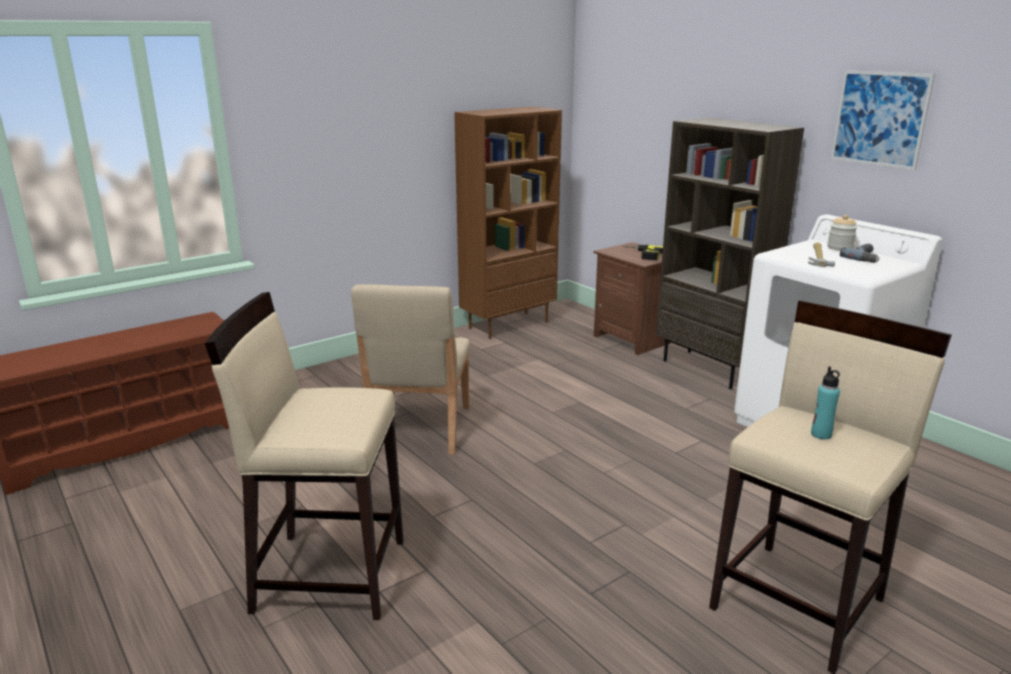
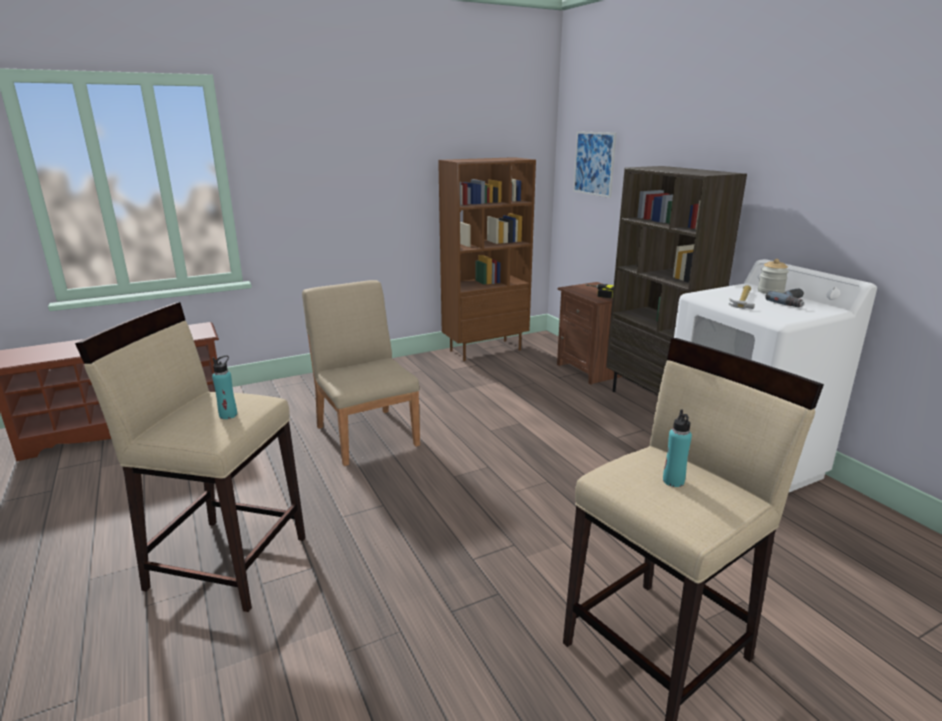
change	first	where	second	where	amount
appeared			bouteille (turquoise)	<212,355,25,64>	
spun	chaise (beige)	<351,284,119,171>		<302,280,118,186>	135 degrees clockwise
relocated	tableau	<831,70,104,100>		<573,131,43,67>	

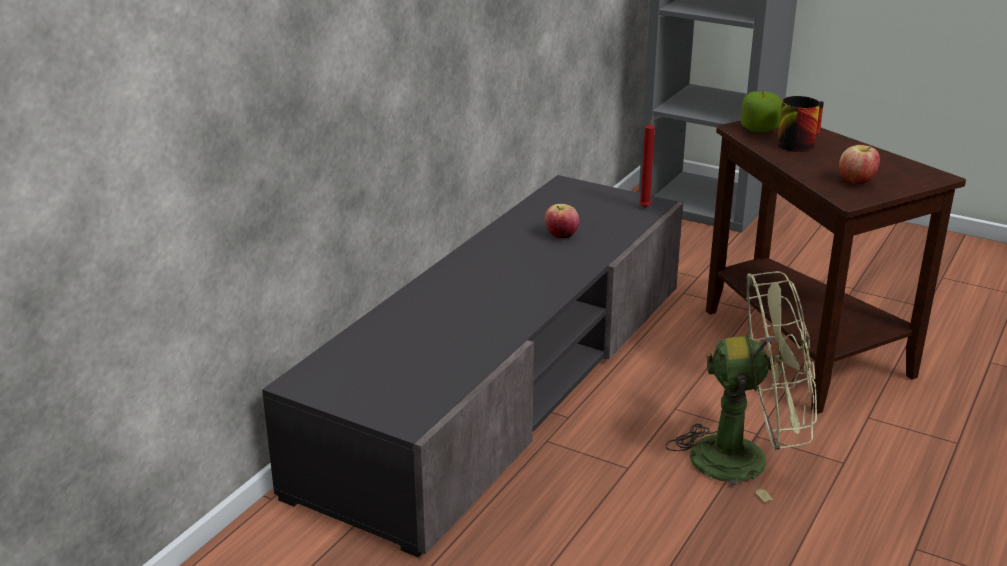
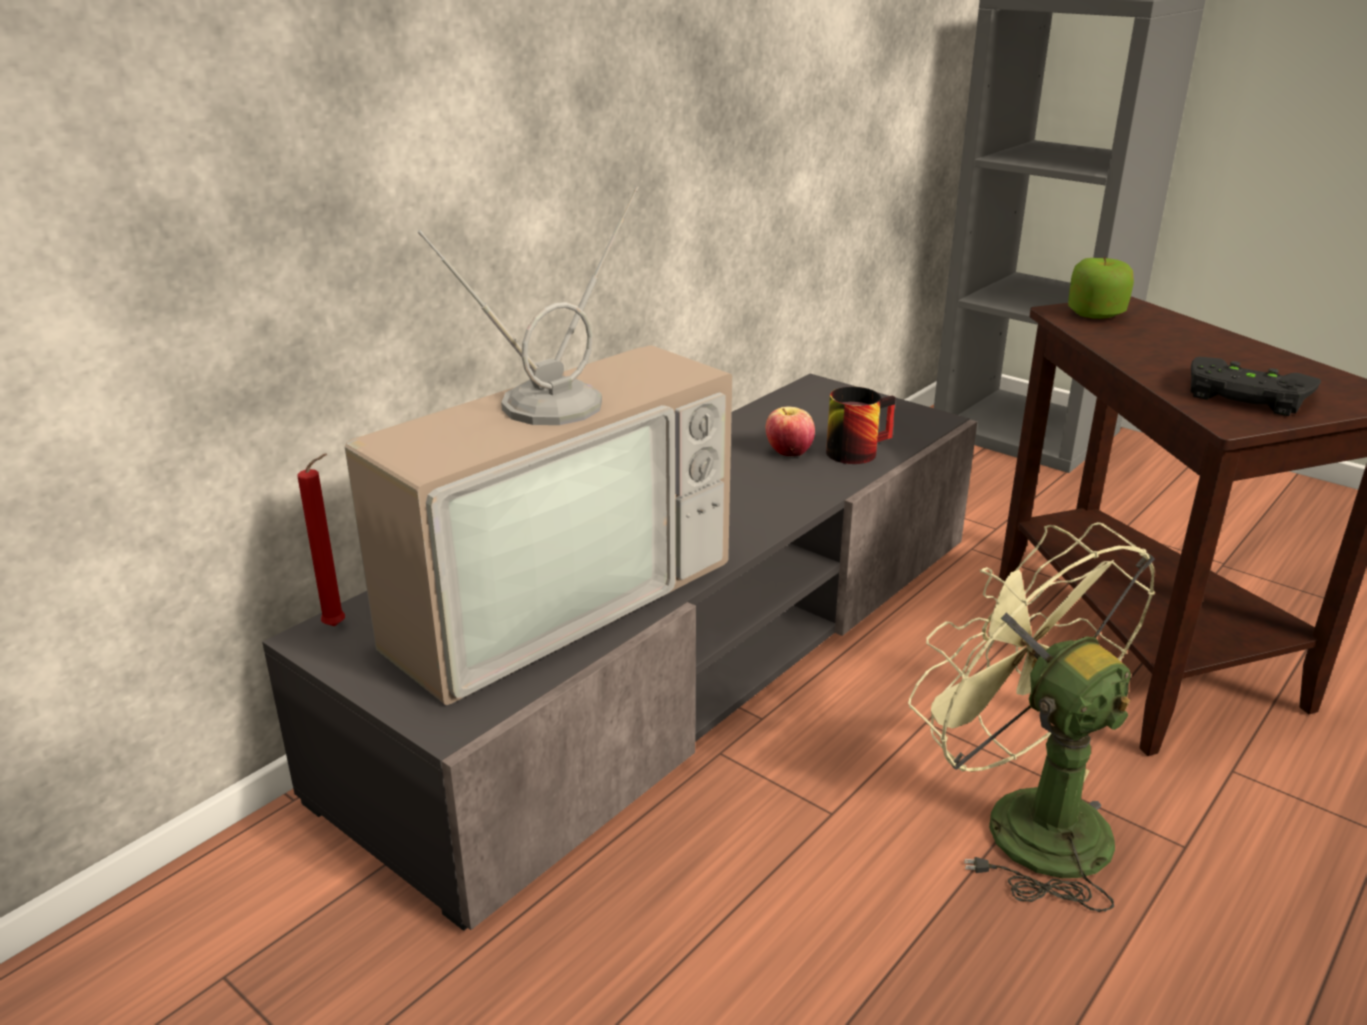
change	first	where	second	where	amount
relocated	bougie (rouge)	<639,116,21,92>		<297,453,48,173>	
appeared			téléviseur	<345,186,387,519>	
relocated	mug	<777,96,47,56>		<826,387,70,77>	
spun	ventilateur (vert)	<666,271,151,231>		<908,522,247,390>	135 degrees counterclockwise
exchanged	pomme	<839,145,41,39>	manette (noir)	<1191,357,130,59>	

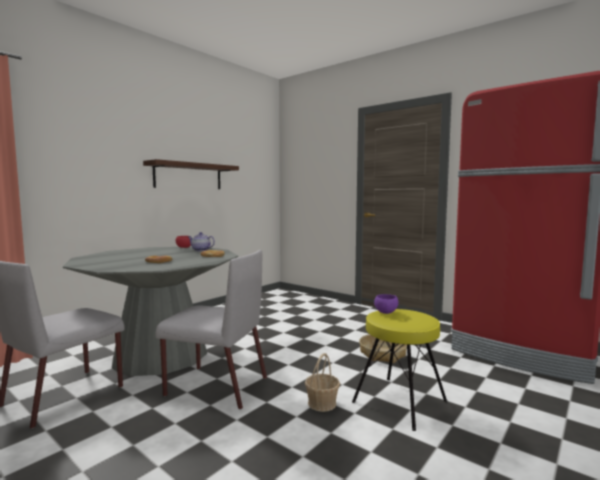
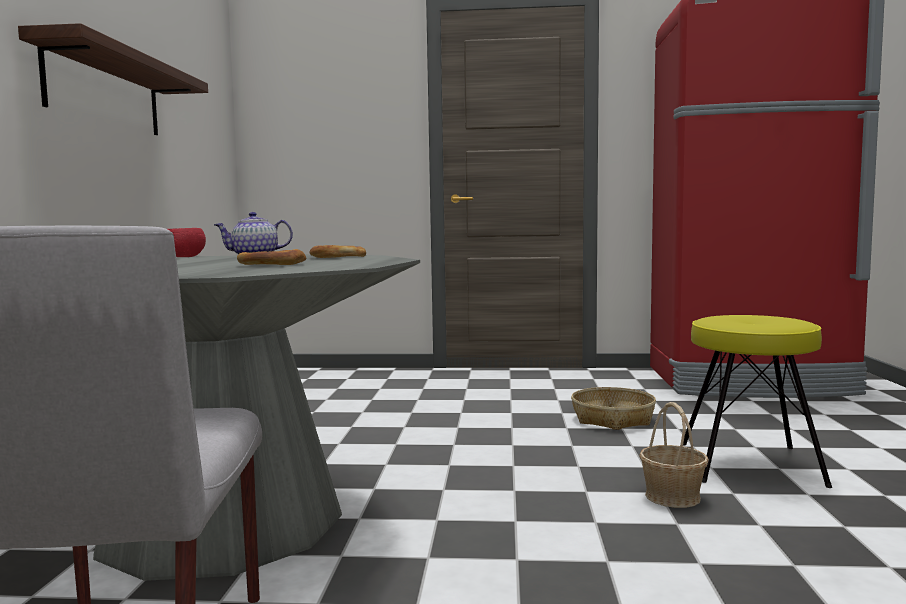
change	first	where	second	where	amount
missing	chaise (gris)	<155,250,112,159>			
missing	bol (violet)	<374,294,25,20>			

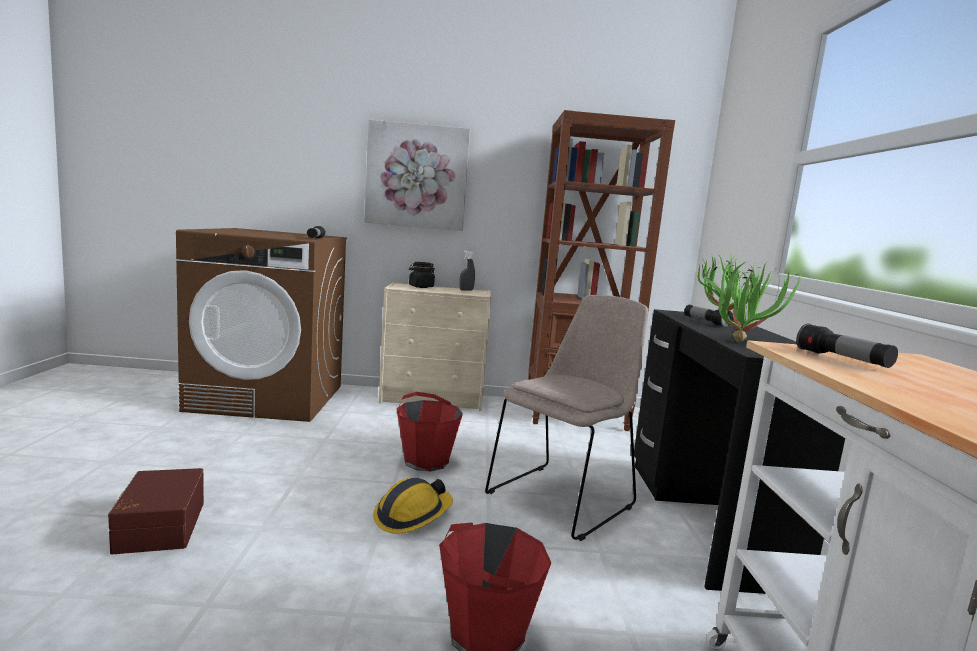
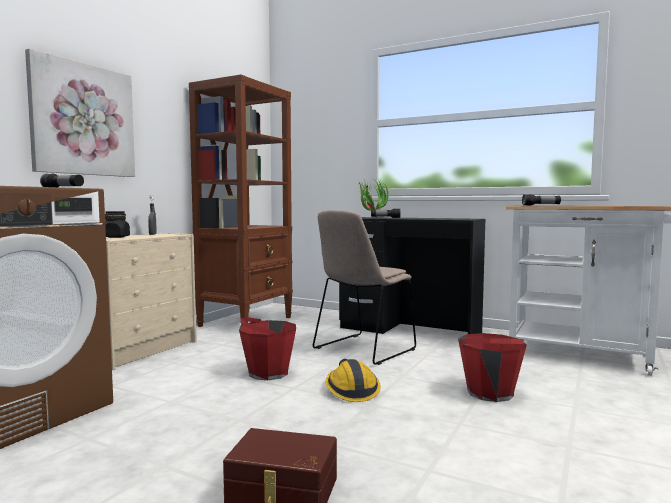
change	first	where	second	where	amount
spun	chaise (beige)	<485,295,163,246>		<313,210,103,155>	120 degrees counterclockwise
missing	plante en pot	<719,254,83,88>			

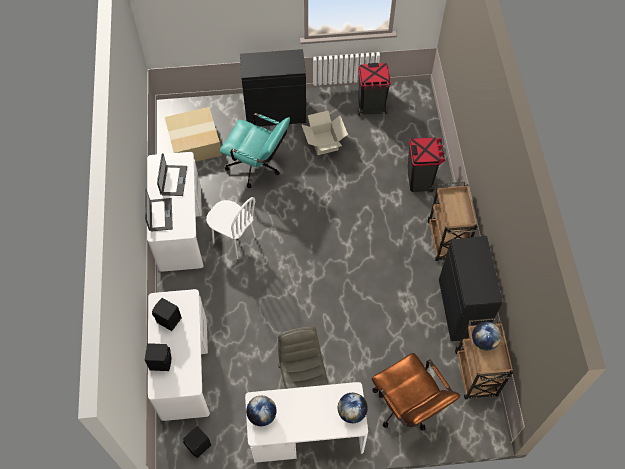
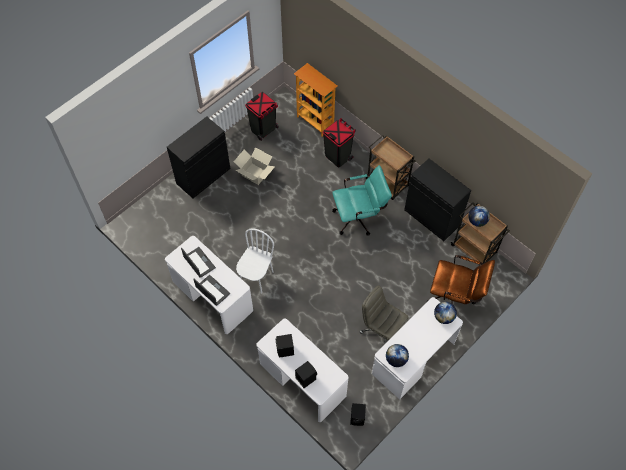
change	first	where	second	where	amount
spun	chaise (blanc)	<206,197,50,62>		<236,228,38,65>	60 degrees counterclockwise
appeared			bibliothèque	<294,63,43,74>	
relocated	chaise de bureau (turquoise)	<220,113,70,75>		<332,165,60,71>	
missing	carton	<165,107,57,55>			

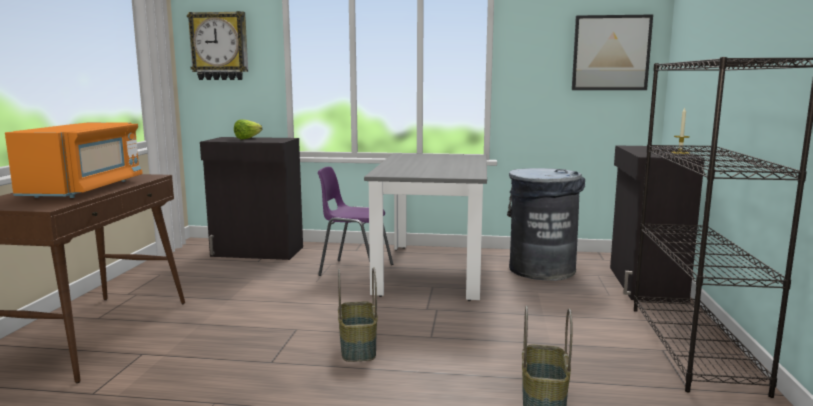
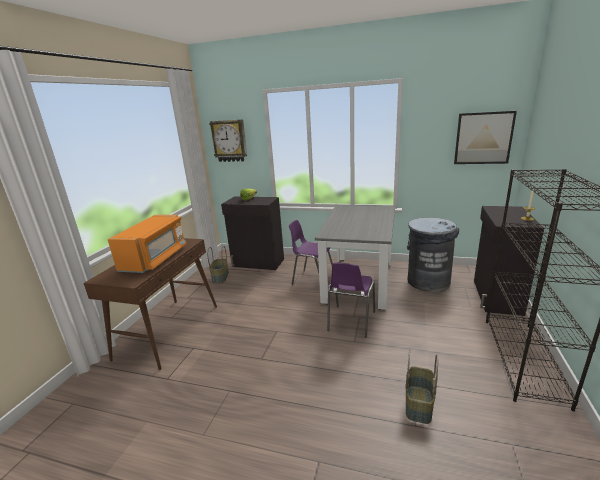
change	first	where	second	where	amount
relocated	panier	<338,267,40,95>		<207,246,22,37>	
appeared			chaise (violet)	<327,263,48,75>	

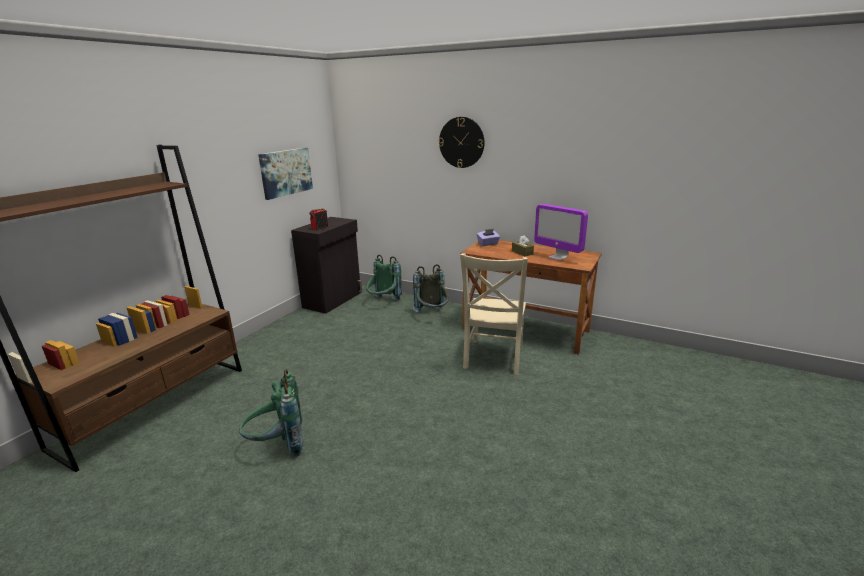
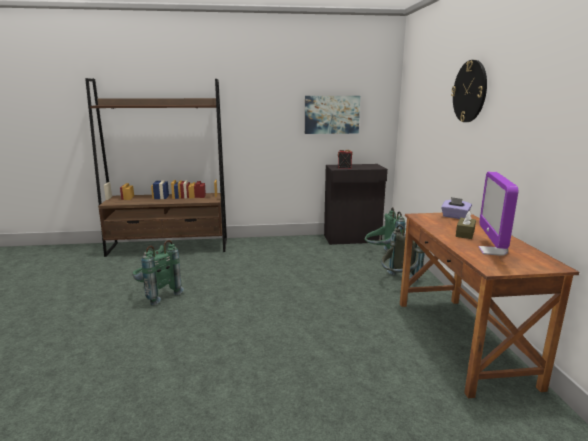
change	first	where	second	where	amount
missing	chaise (beige)	<460,253,68,122>			

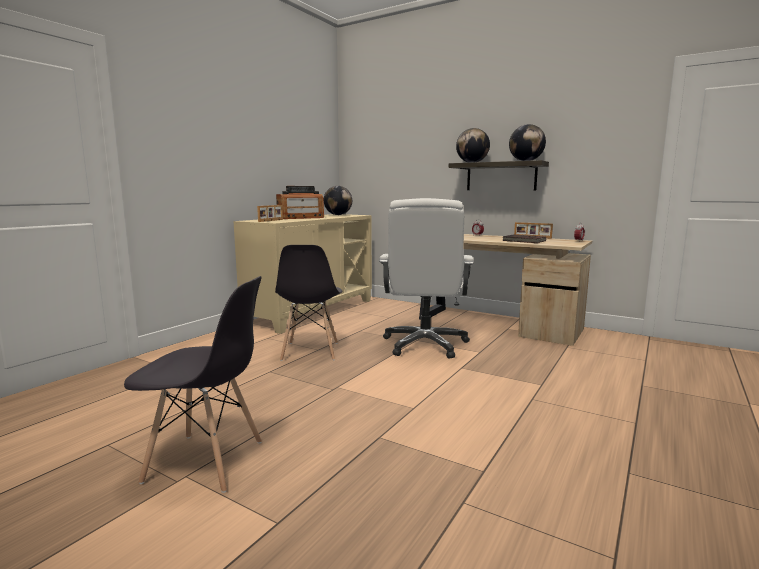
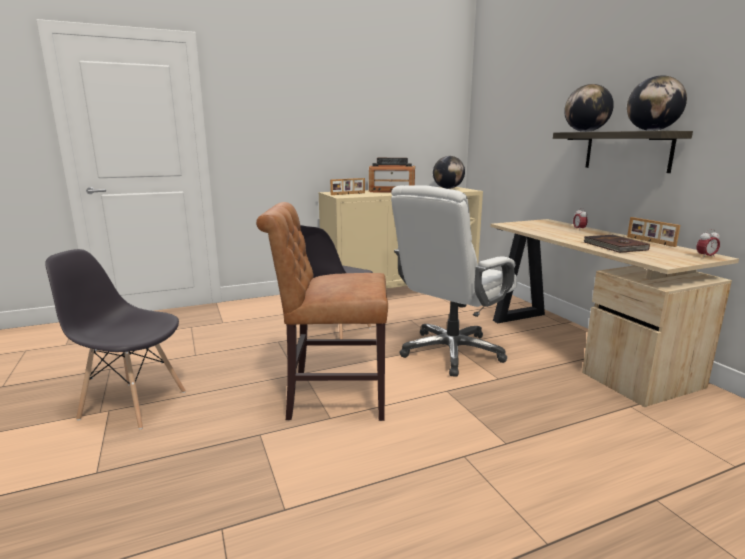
change	first	where	second	where	amount
spun	chaise (gris)	<124,276,138,217>		<45,249,141,180>	150 degrees clockwise
appeared			chaise (marron)	<256,202,132,219>	

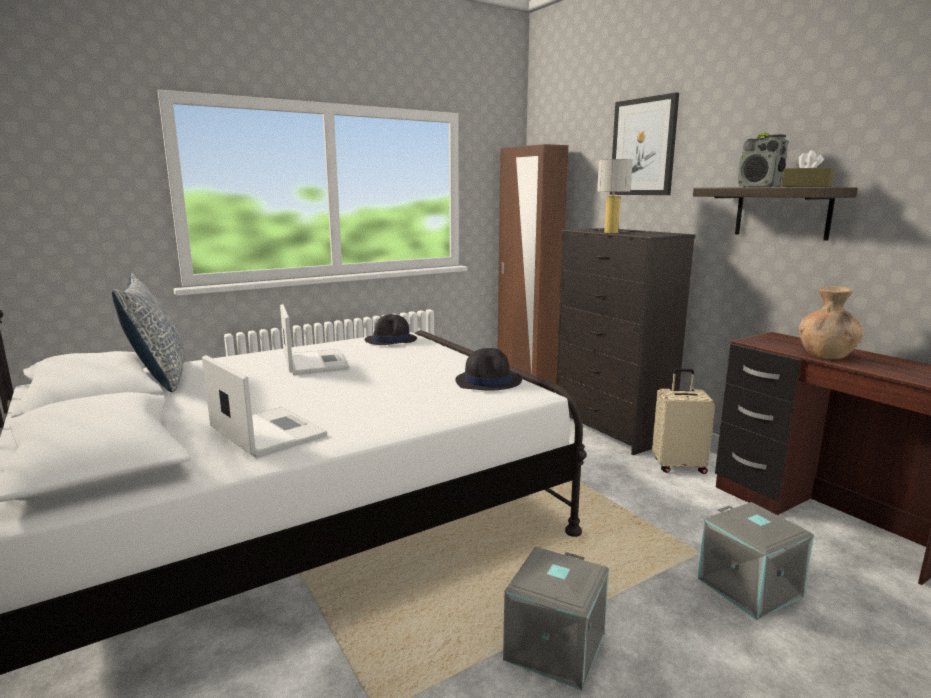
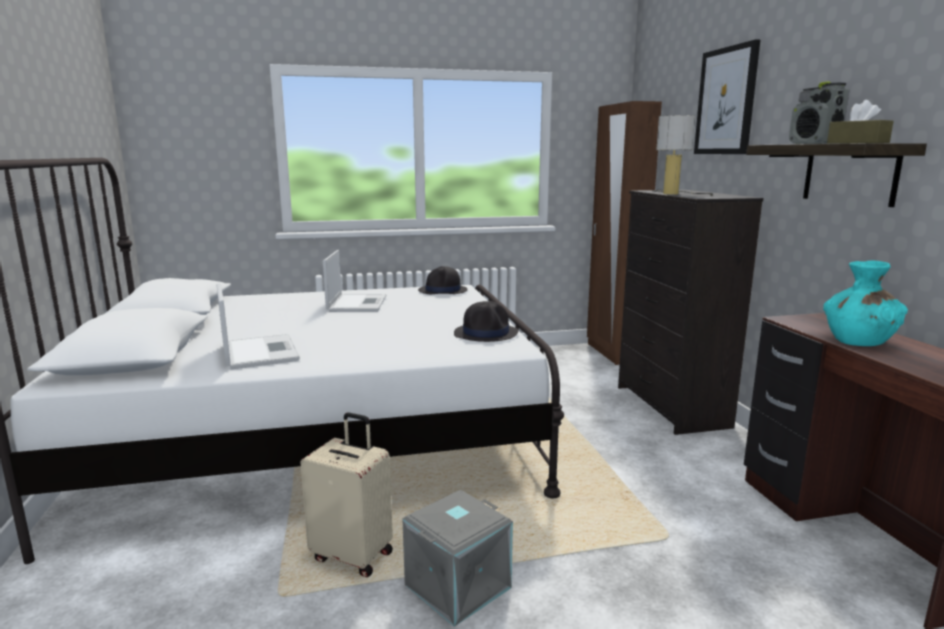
change	first	where	second	where	amount
relocated	valise (beige)	<652,369,63,105>		<300,412,93,165>	
colour	vase (marron)	<798,286,65,73>	vase (turquoise)	<823,261,85,85>	
missing	coussin	<112,273,73,119>			
missing	boîte de rangement (gris)	<698,502,116,118>			

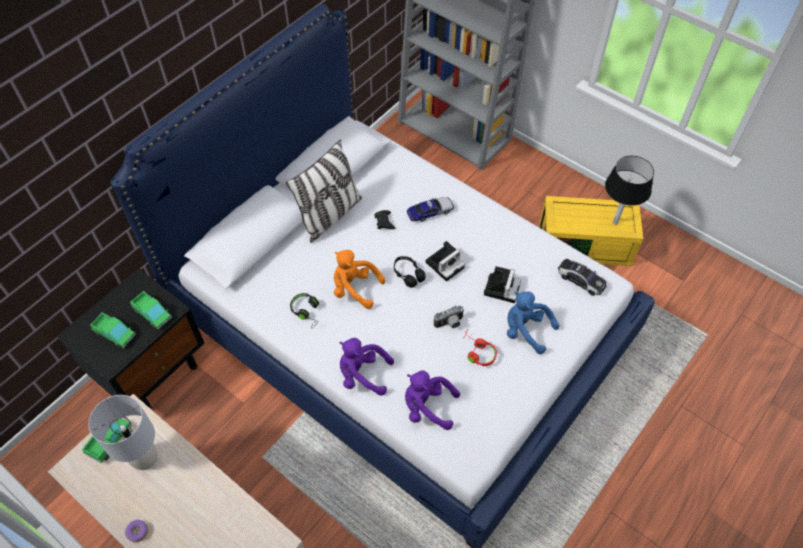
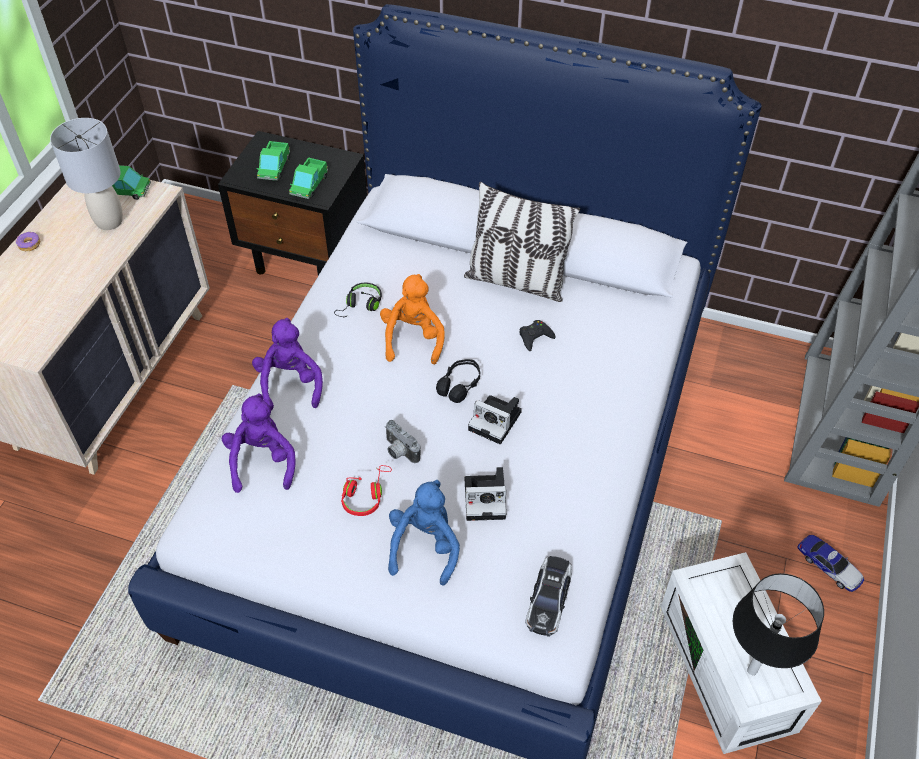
change	first	where	second	where	amount
colour	boîte de rangement (jaune)	<539,196,104,70>	boîte de rangement (blanc)	<660,552,162,202>	
relocated	petite voiture	<407,197,47,25>		<797,535,67,57>	

